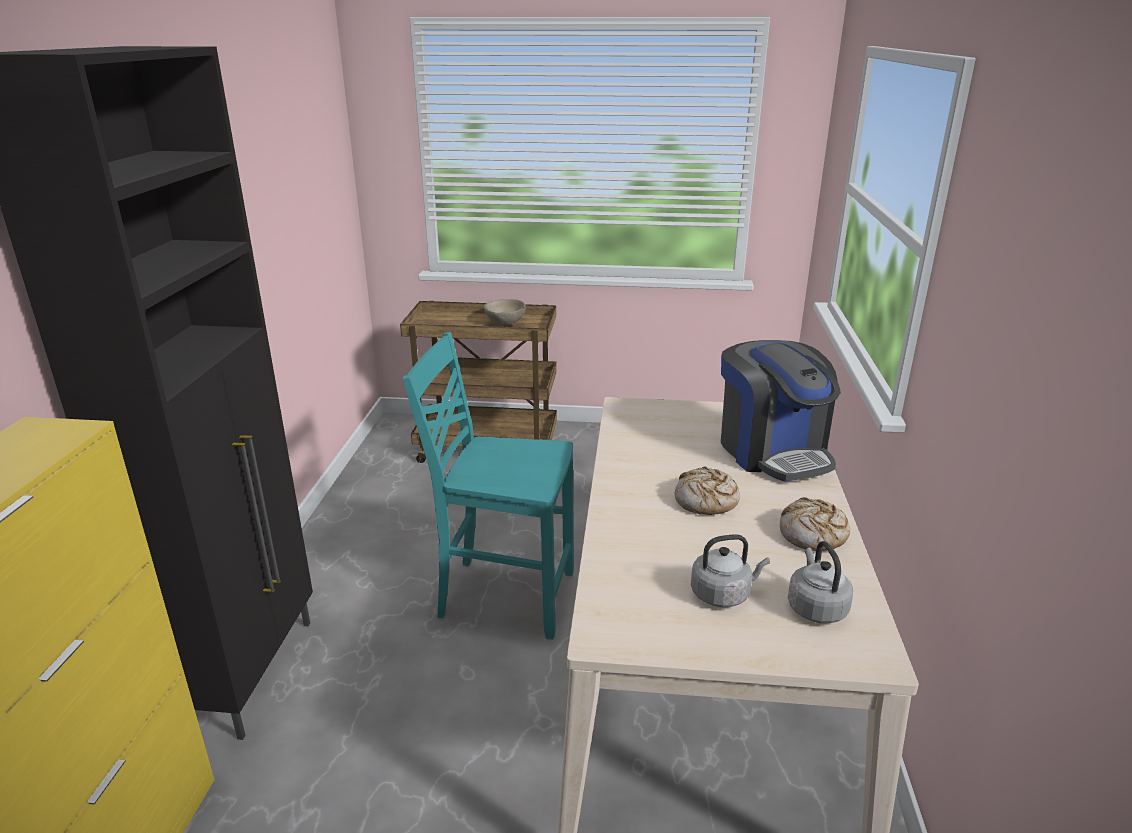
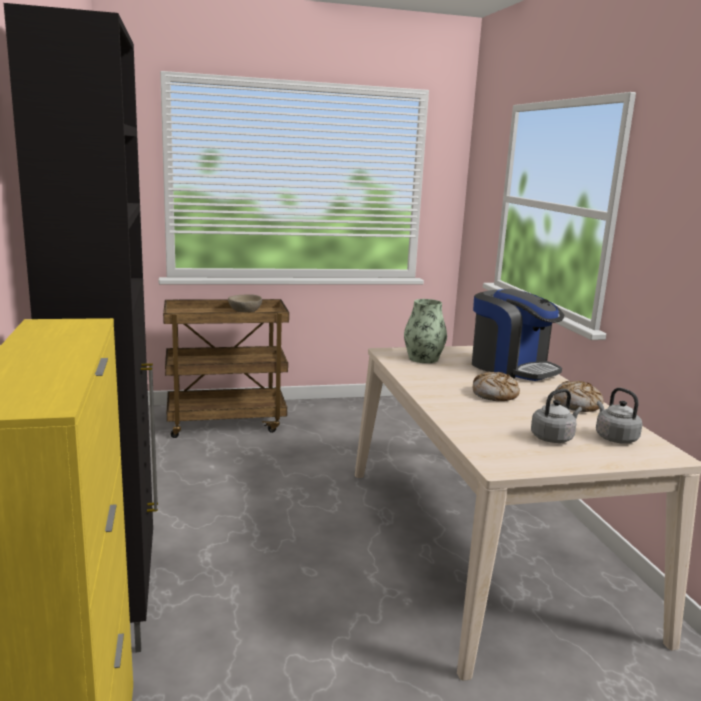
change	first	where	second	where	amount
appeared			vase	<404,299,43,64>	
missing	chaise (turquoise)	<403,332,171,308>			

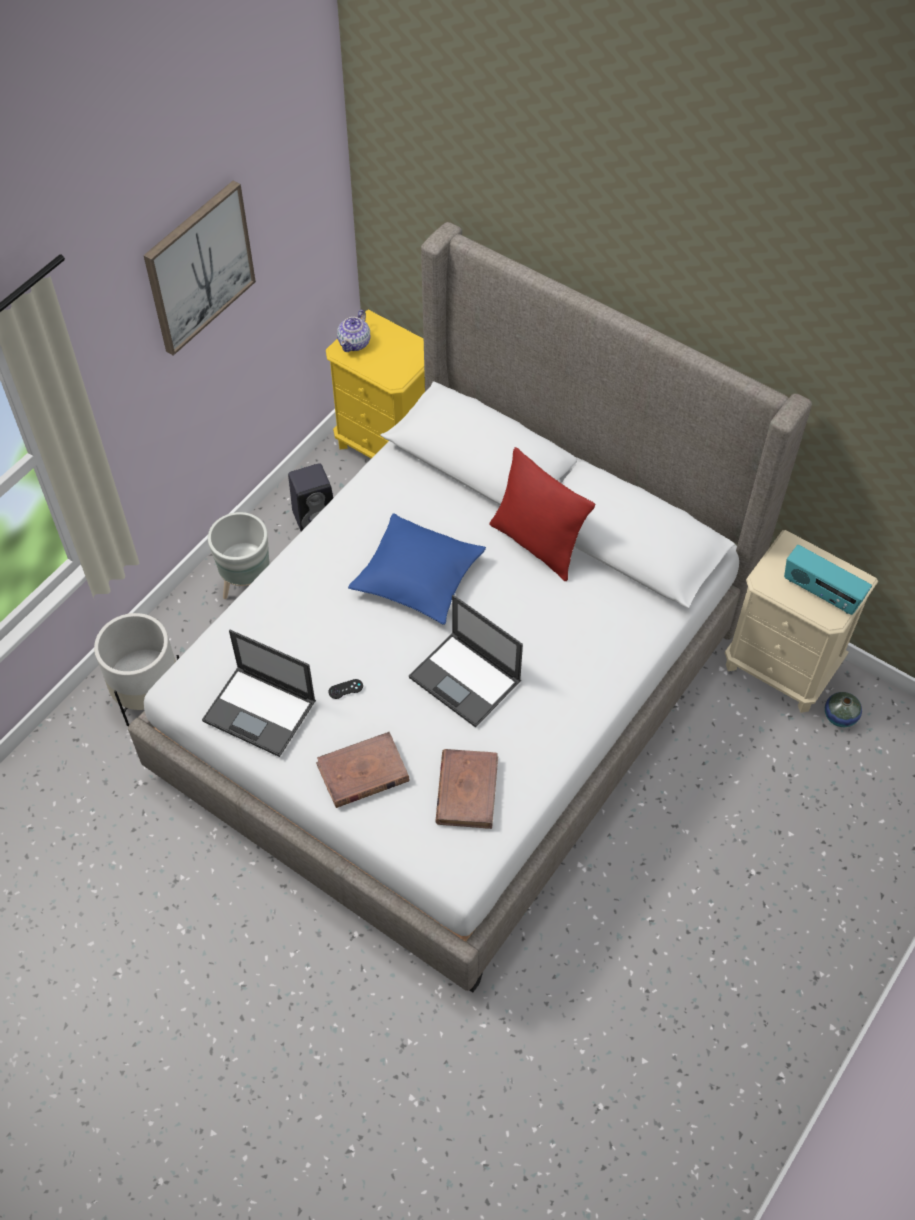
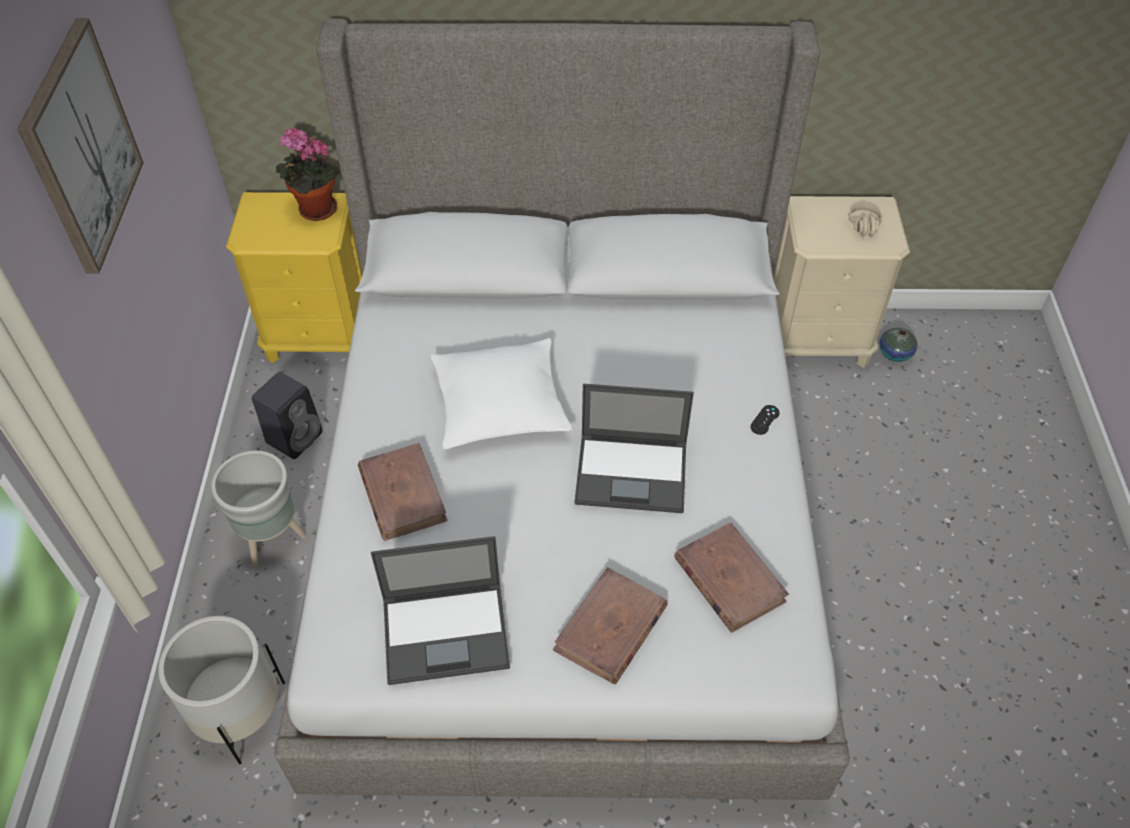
change	first	where	second	where	amount
appeared			plante en pot	<276,128,64,93>	
appeared			livre (marron)	<358,443,90,98>	
colour	coussin (bleu)	<348,513,138,112>	coussin (blanc)	<430,338,143,112>	
relocated	manette (noir)	<329,679,34,20>		<750,405,30,30>	
exchanged	radio	<784,545,88,70>	casque audio (beige)	<849,203,34,38>	
missing	théière	<337,309,33,43>			
missing	coussin (rouge)	<490,447,105,134>			

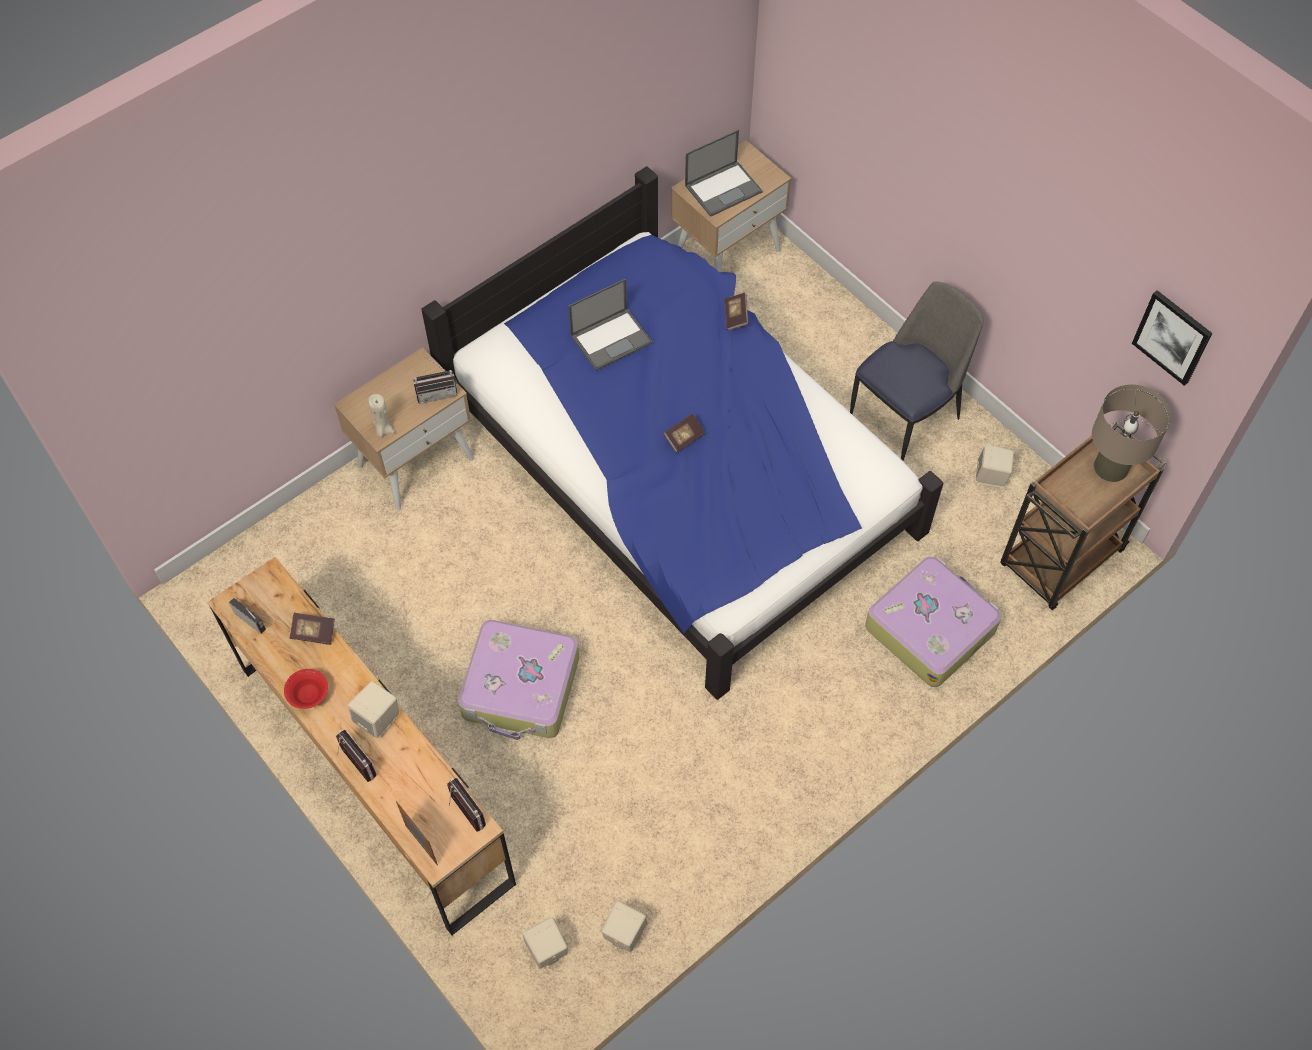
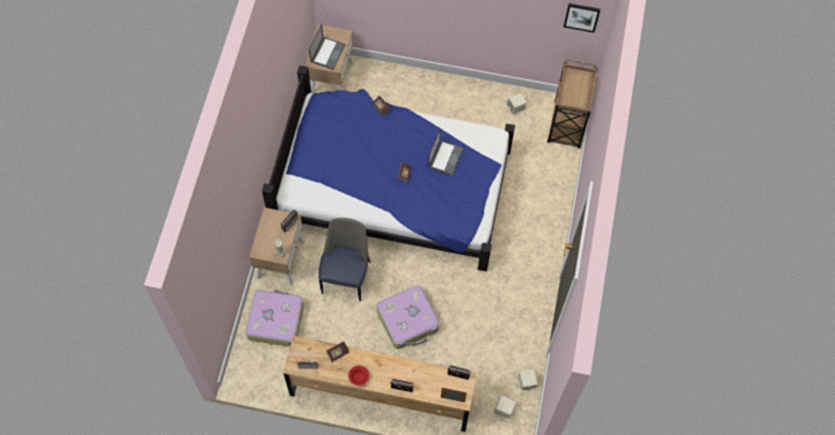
change	first	where	second	where	amount
relocated	valise	<865,556,136,131>		<246,289,58,58>	
relocated	chaise	<850,281,134,180>		<318,218,52,83>	
relocated	ordinateur portable	<568,279,84,92>		<428,128,36,48>	
missing	enceinte (beige)	<348,681,51,57>			
missing	lampe de table (beige)	<1092,384,79,98>			

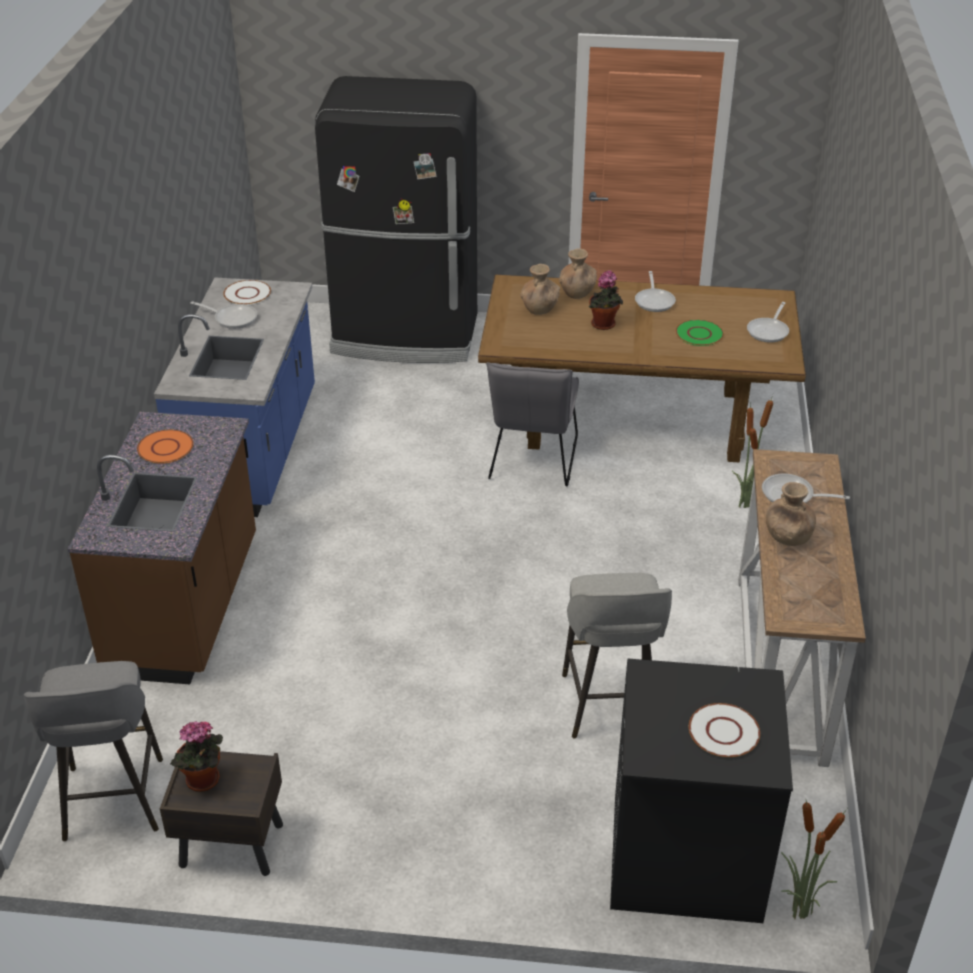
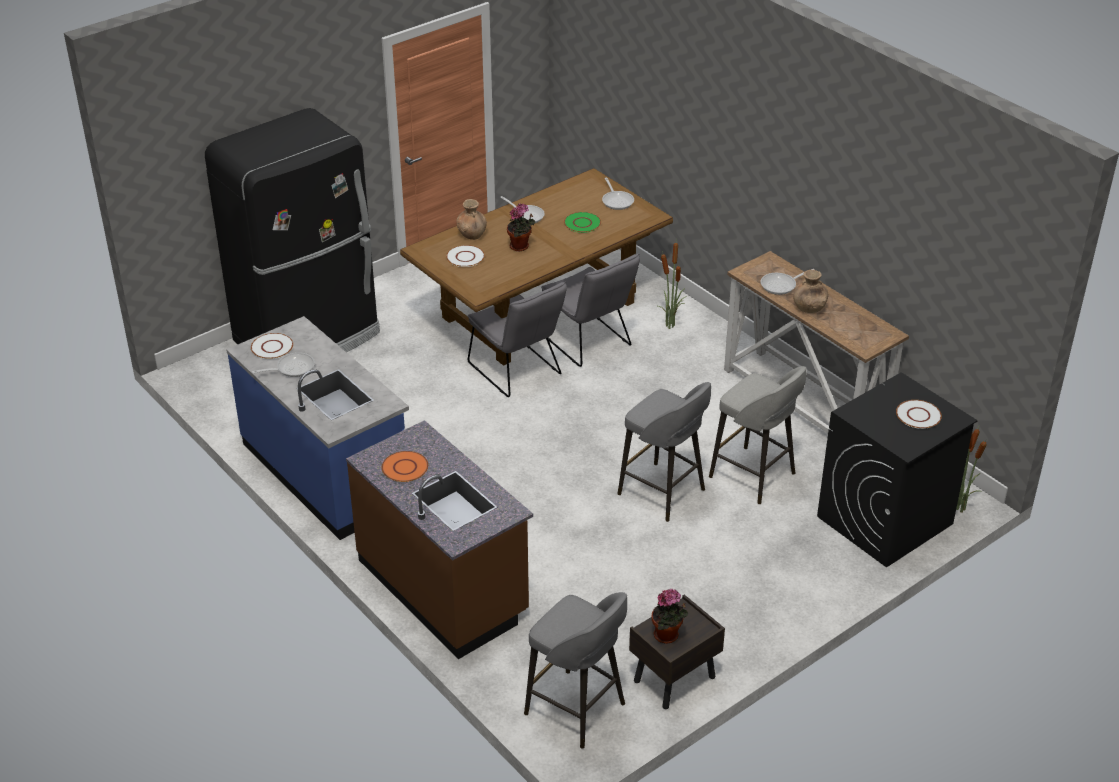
change	first	where	second	where	amount
exchanged	vase (marron)	<520,264,40,51>	assiette (blanc)	<446,245,39,22>	
appeared			chaise (gris)	<541,253,99,114>	
appeared			tabouret (gris)	<617,382,94,140>	

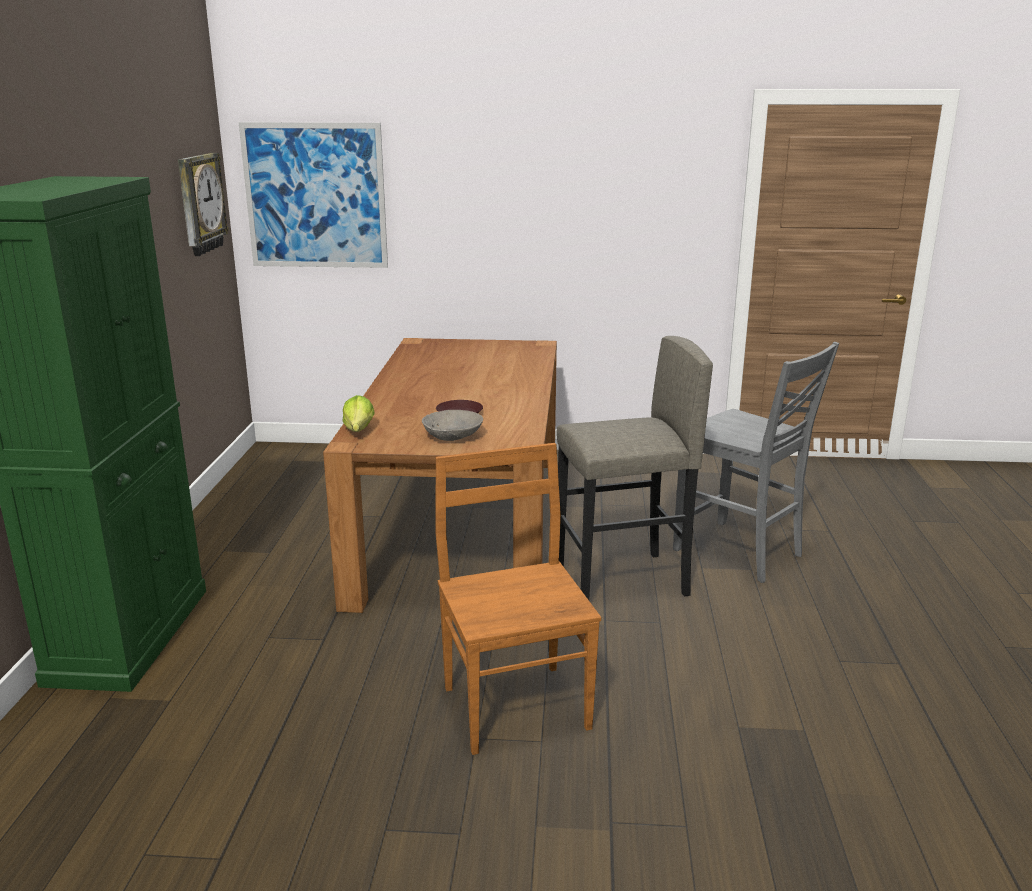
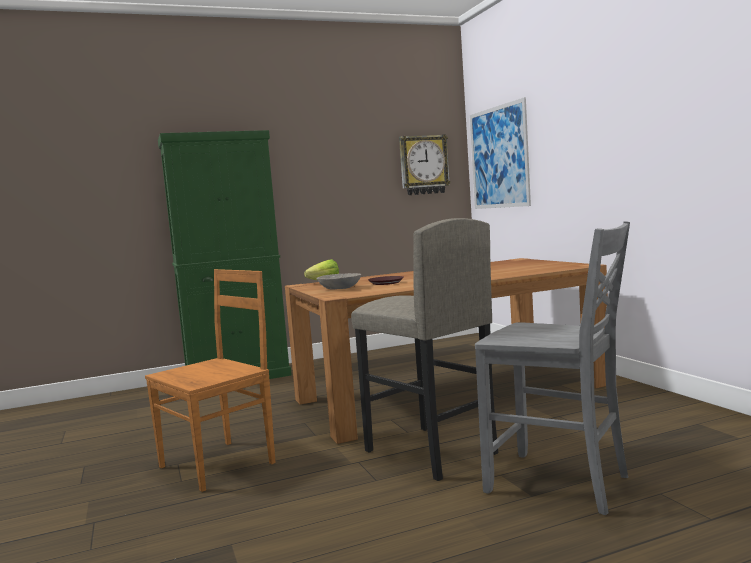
change	first	where	second	where	amount
spun	chaise (gris)	<673,342,166,241>		<475,221,155,294>	75 degrees counterclockwise

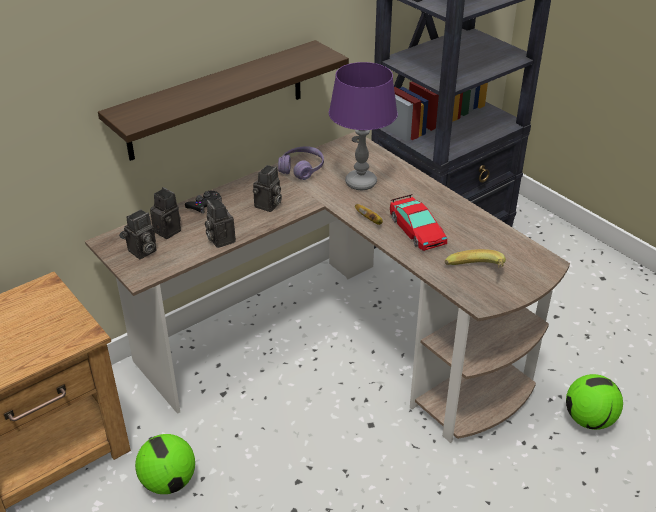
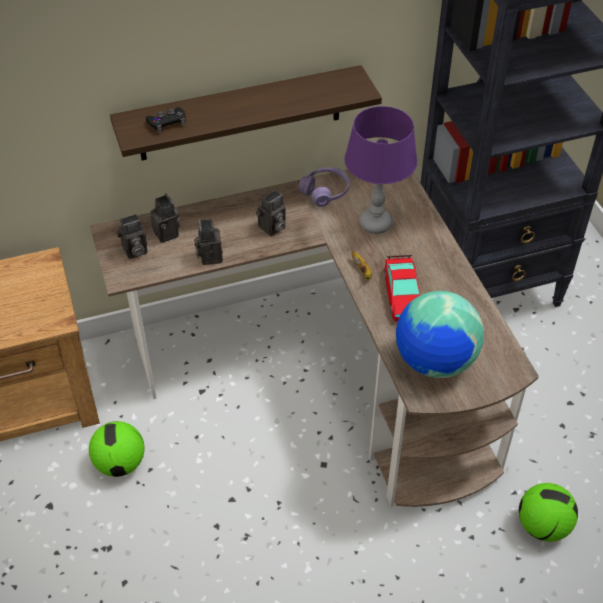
change	first	where	second	where	amount
relocated	manette (noir)	<185,191,37,23>		<146,107,40,26>	
exchanged	banane	<445,249,61,19>	globe	<396,291,88,87>	

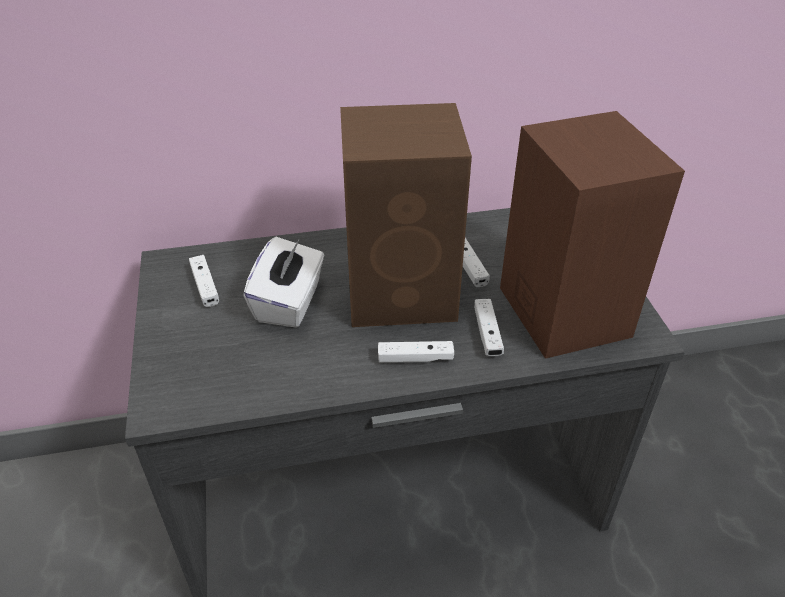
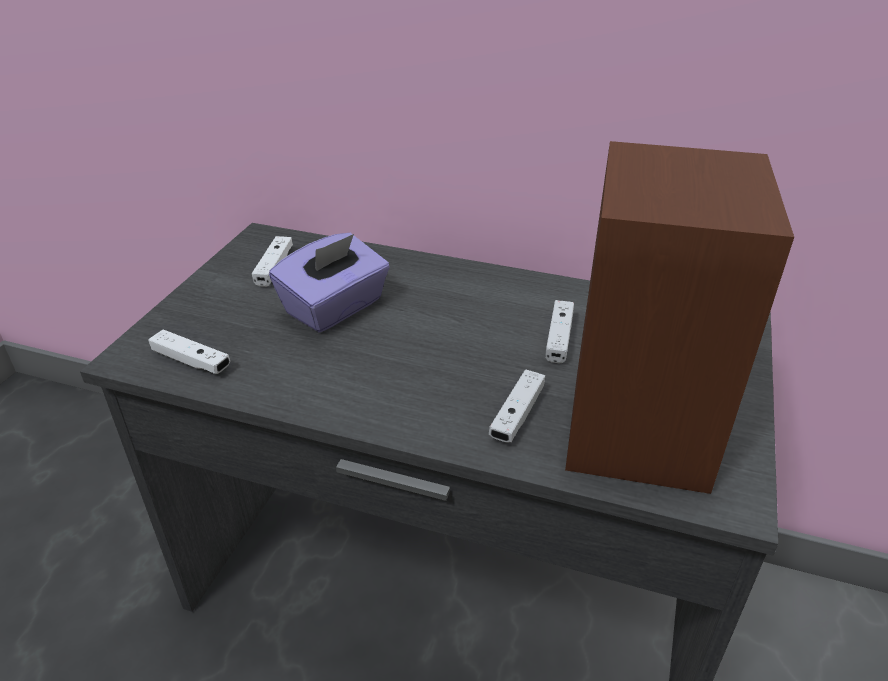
change	first	where	second	where	amount
relocated	manette (blanc)	<378,341,76,22>		<148,330,82,44>	
colour	boîte à mouchoirs (blanc)	<243,237,81,91>	boîte à mouchoirs (violet)	<269,233,121,99>	
missing	enceinte (marron)	<340,103,132,224>			

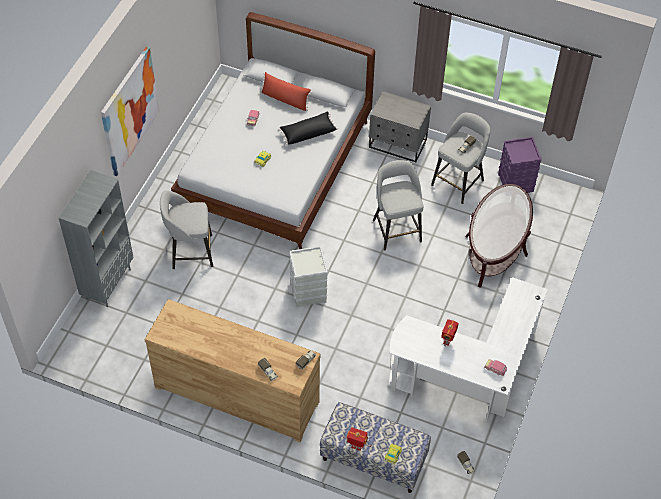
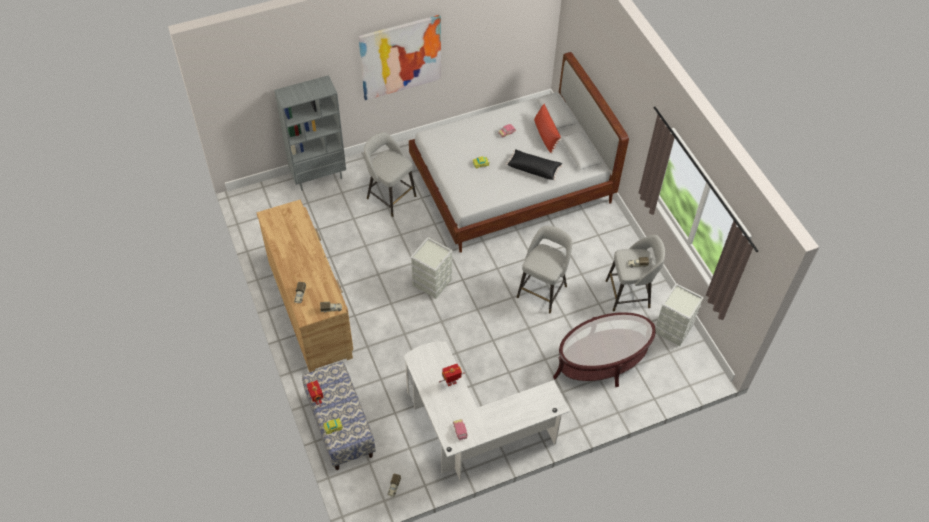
change	first	where	second	where	amount
colour	boîte de rangement (violet)	<498,137,44,56>	boîte de rangement (gris)	<655,283,49,63>	
missing	table de chevet (gris)	<369,91,62,72>			

